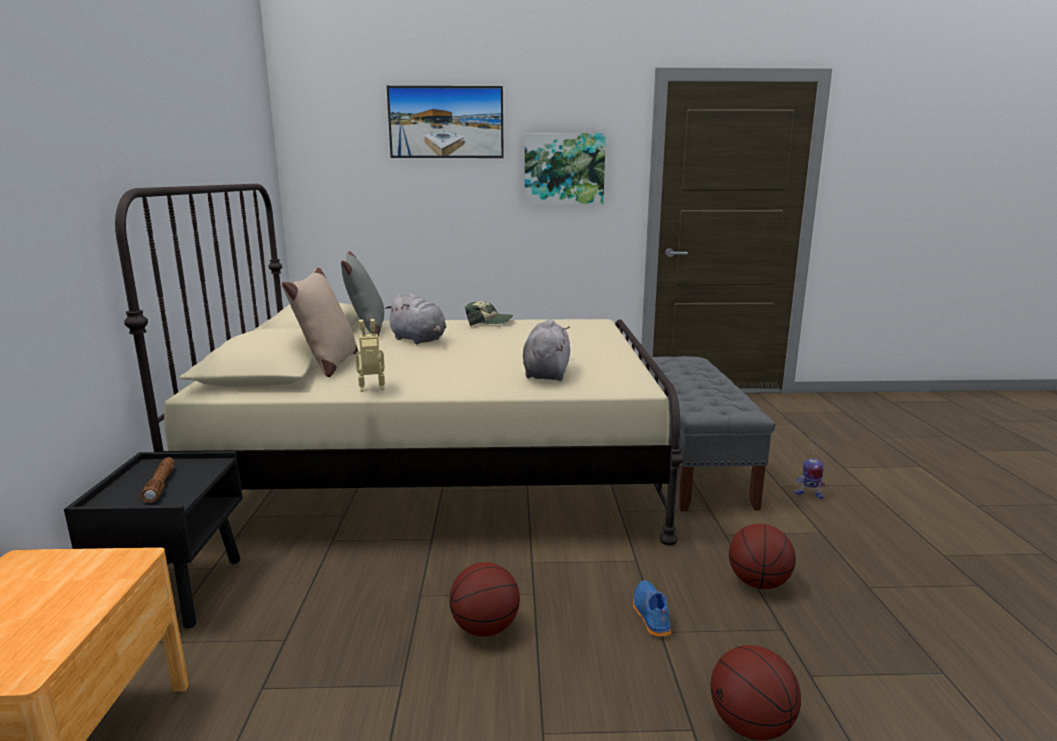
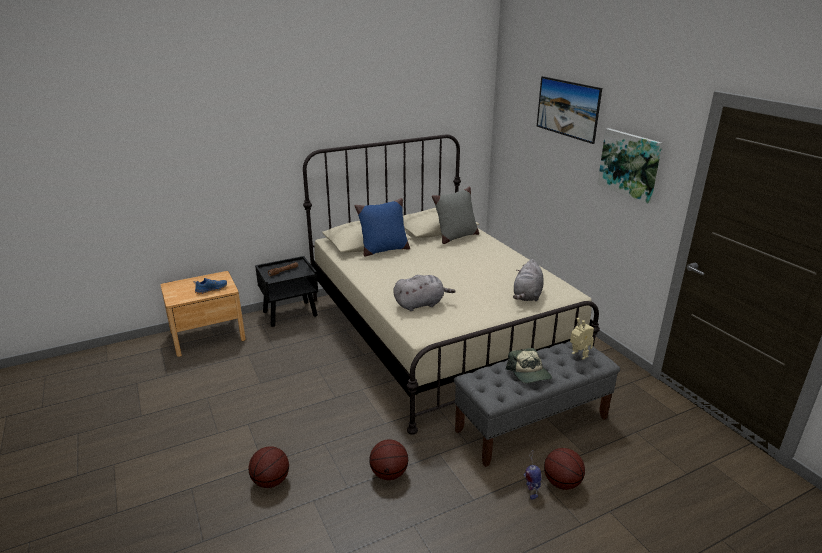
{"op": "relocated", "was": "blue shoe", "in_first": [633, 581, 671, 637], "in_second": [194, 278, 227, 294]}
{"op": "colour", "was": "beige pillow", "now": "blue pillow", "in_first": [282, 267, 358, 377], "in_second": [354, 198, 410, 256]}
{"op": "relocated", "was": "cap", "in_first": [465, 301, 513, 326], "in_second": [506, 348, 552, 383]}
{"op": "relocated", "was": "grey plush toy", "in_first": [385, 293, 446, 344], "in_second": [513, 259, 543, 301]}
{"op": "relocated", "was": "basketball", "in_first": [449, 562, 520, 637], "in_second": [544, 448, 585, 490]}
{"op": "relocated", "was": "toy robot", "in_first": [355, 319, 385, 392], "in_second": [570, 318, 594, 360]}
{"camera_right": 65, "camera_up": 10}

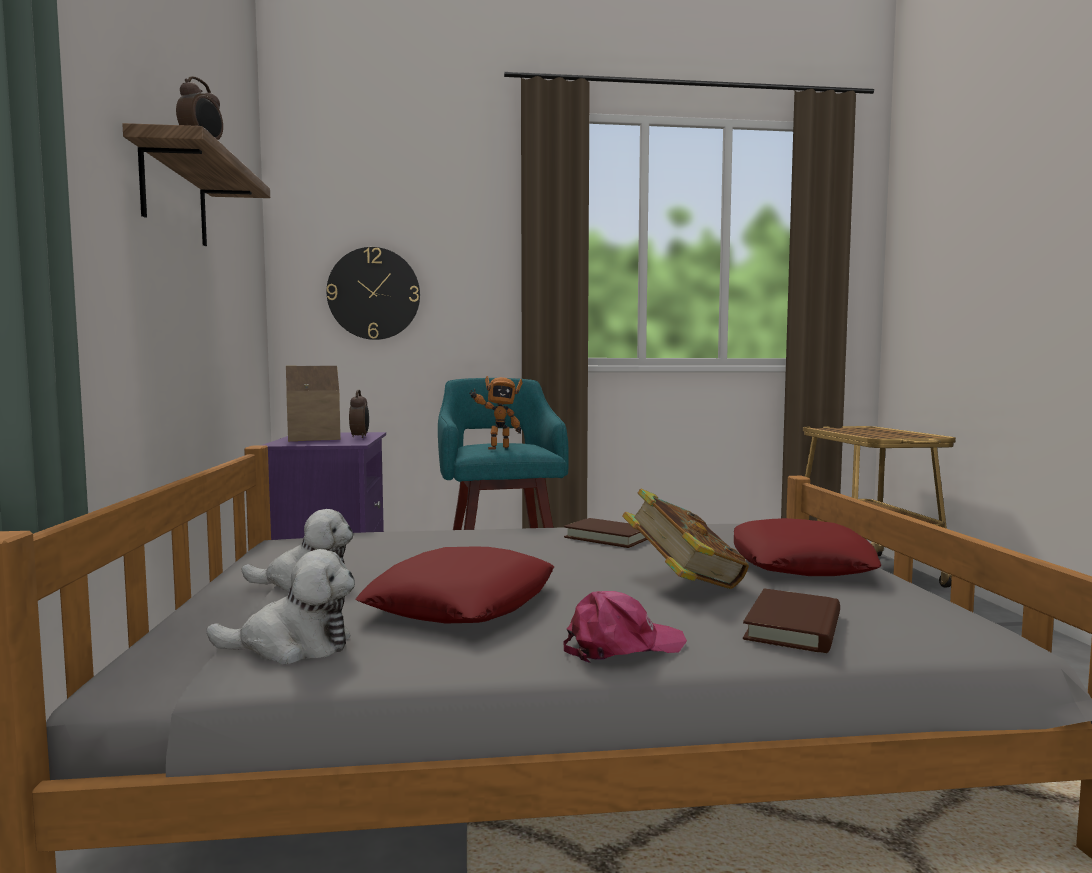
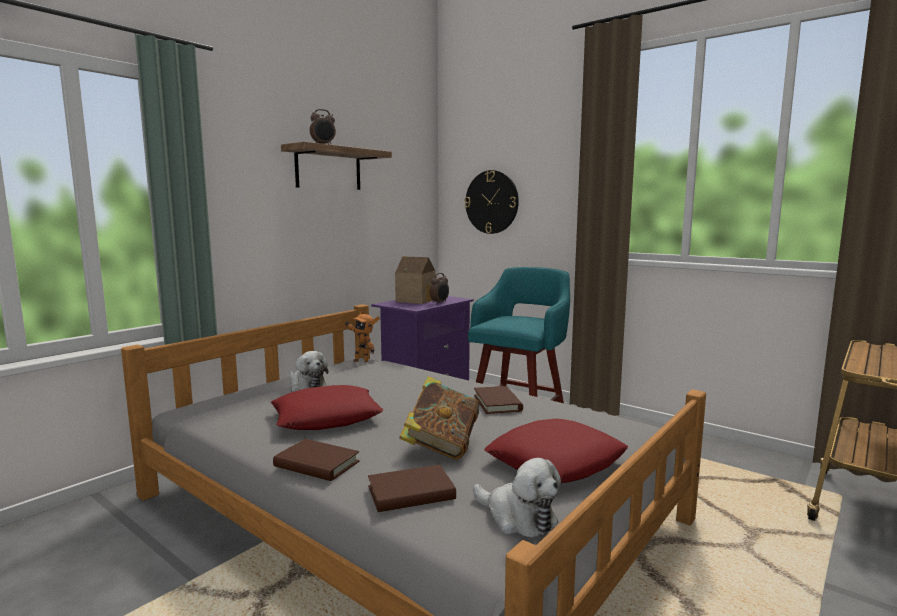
{"op": "exchanged", "was": "pink cap", "now": "brown book", "in_first": [564, 591, 687, 663], "in_second": [273, 439, 359, 481]}
{"op": "relocated", "was": "toy robot", "in_first": [469, 376, 522, 450], "in_second": [346, 311, 380, 362]}
{"op": "relocated", "was": "plush toy", "in_first": [206, 549, 355, 665], "in_second": [473, 458, 561, 538]}
{"camera_right": 45, "camera_up": 5}

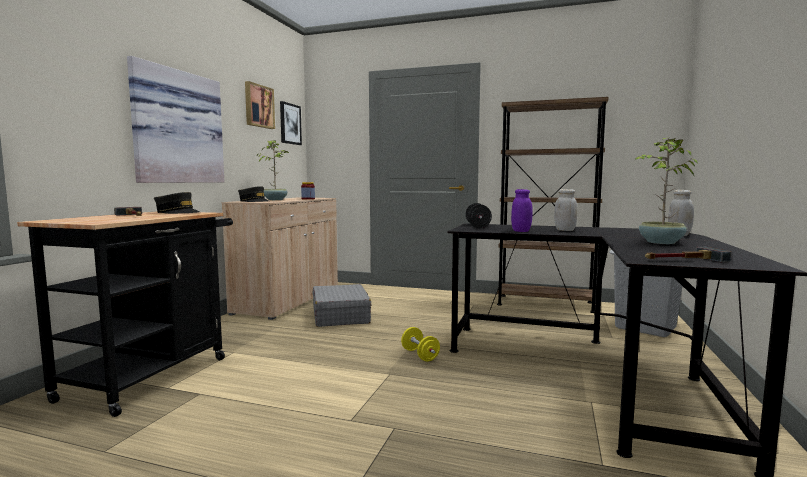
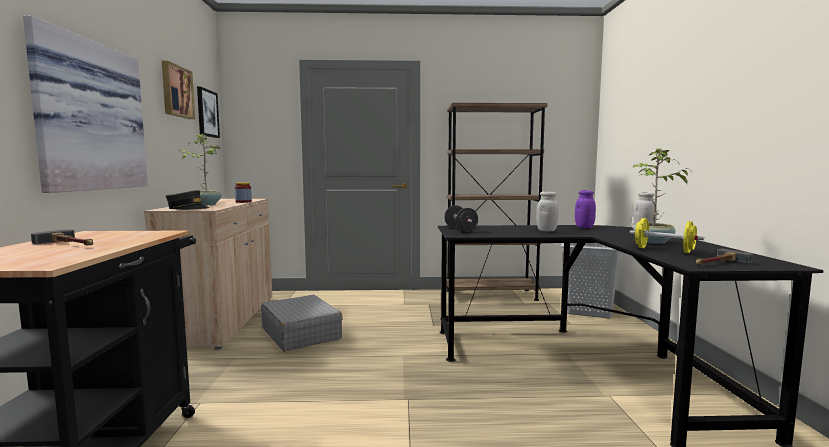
{"op": "relocated", "was": "purple jar", "in_first": [511, 189, 533, 232], "in_second": [575, 190, 596, 228]}
{"op": "relocated", "was": "yellow dumbbell", "in_first": [401, 327, 440, 362], "in_second": [629, 218, 704, 253]}
{"op": "missing", "was": "grey cap", "in_first": [154, 192, 200, 214]}
{"camera_right": -20, "camera_up": 0}

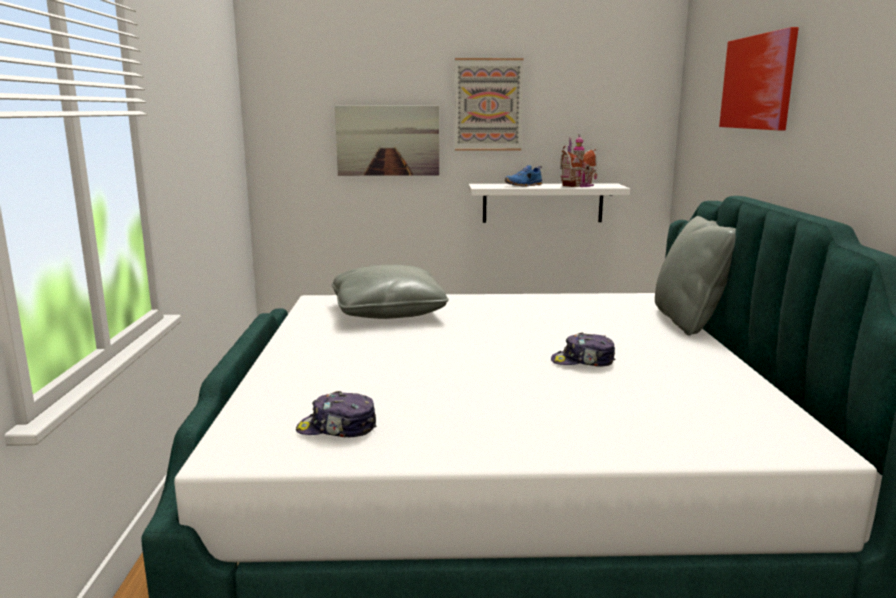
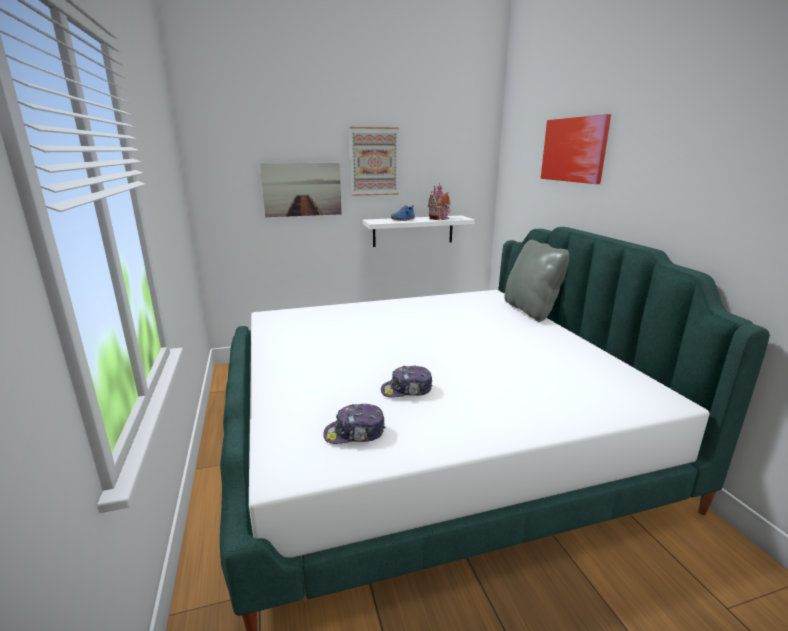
{"op": "relocated", "was": "cap", "in_first": [551, 332, 615, 367], "in_second": [381, 366, 433, 398]}
{"op": "missing", "was": "grey pillow", "in_first": [331, 264, 449, 319]}
{"camera_right": -15, "camera_up": 5}

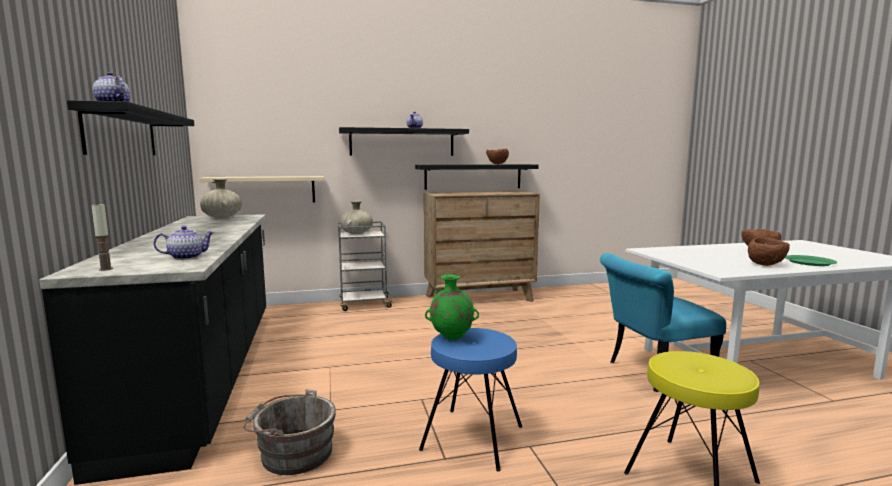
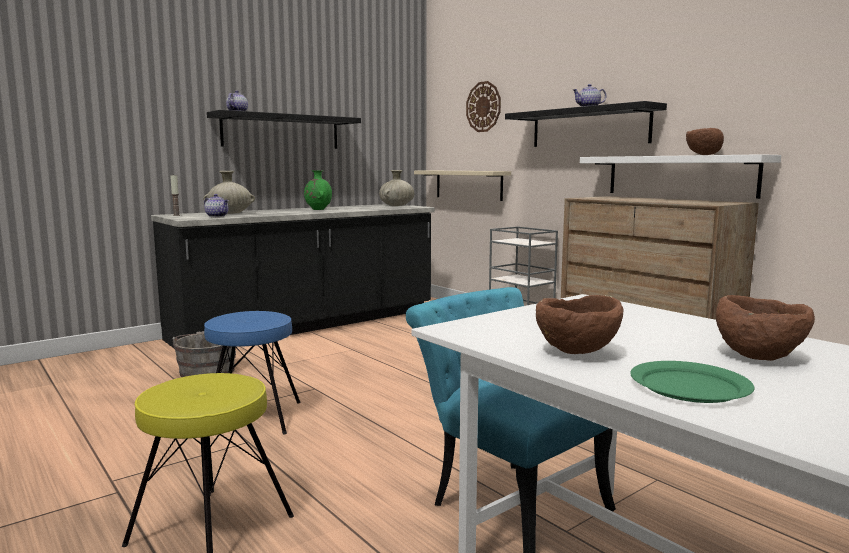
{"op": "relocated", "was": "beige vase", "in_first": [340, 201, 373, 234], "in_second": [203, 171, 255, 214]}
{"op": "relocated", "was": "green vase", "in_first": [425, 274, 479, 340], "in_second": [304, 170, 332, 210]}
{"op": "appeared", "now": "wall clock", "in_second": [466, 81, 501, 132]}
{"op": "colour", "was": "black shelf", "now": "white shelf", "in_first": [415, 164, 539, 190], "in_second": [580, 154, 781, 199]}
{"camera_right": 65, "camera_up": 0}

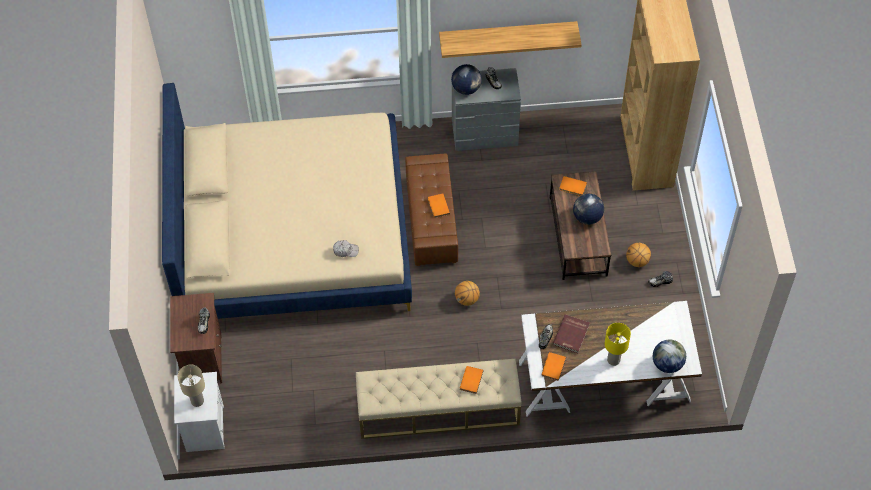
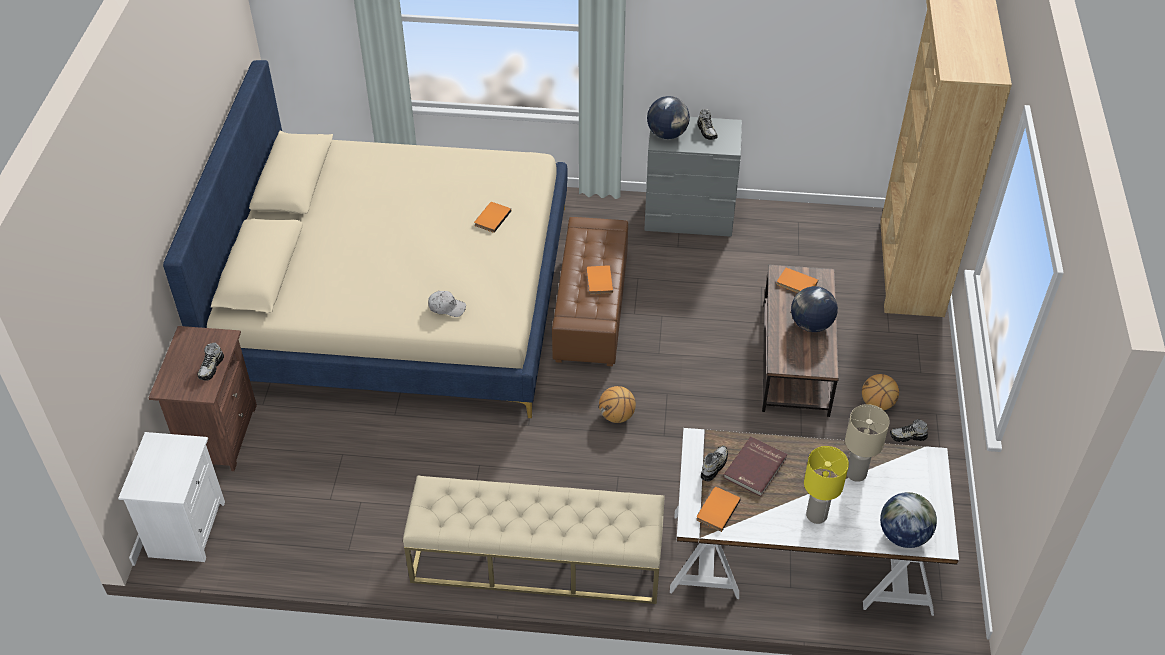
{"op": "relocated", "was": "orange book", "in_first": [460, 366, 484, 394], "in_second": [474, 202, 511, 233]}
{"op": "relocated", "was": "beige table lamp", "in_first": [178, 365, 205, 407], "in_second": [845, 404, 890, 482]}
{"op": "missing", "was": "shelf", "in_first": [439, 21, 582, 58]}
{"camera_right": 10, "camera_up": -10}

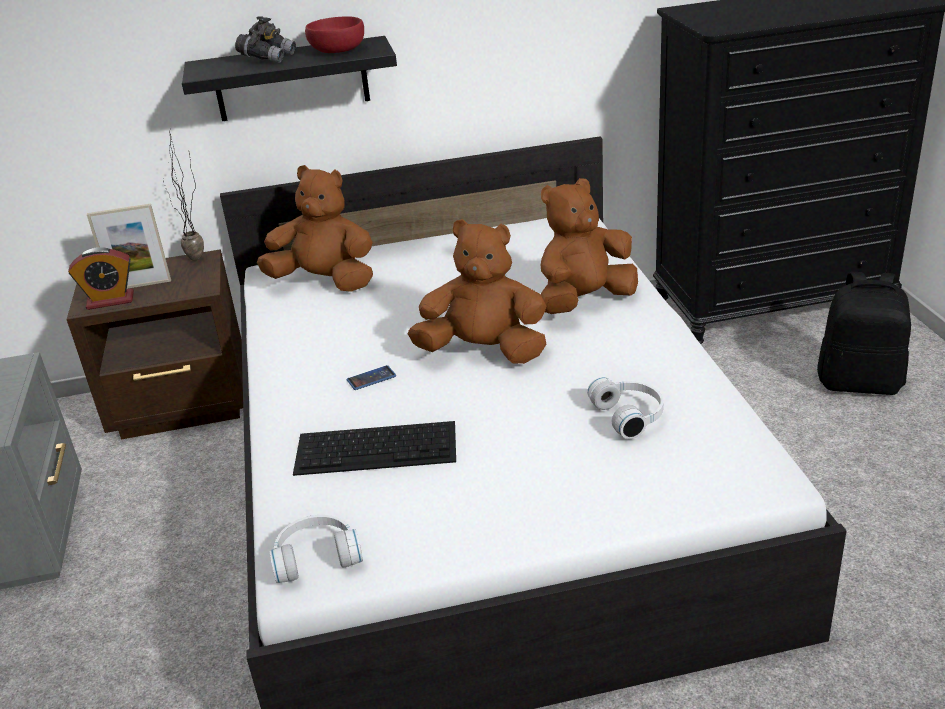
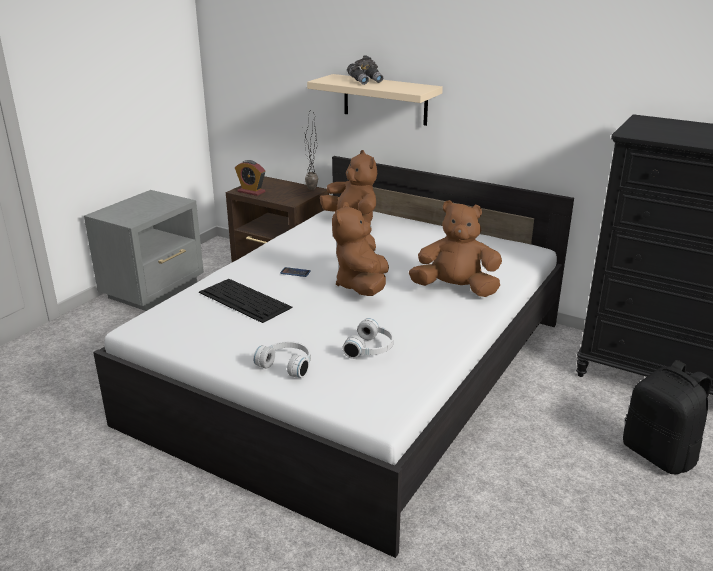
{"op": "relocated", "was": "white headphones", "in_first": [269, 515, 363, 583], "in_second": [253, 341, 311, 378]}
{"op": "colour", "was": "black shelf", "now": "beige shelf", "in_first": [182, 36, 397, 121], "in_second": [307, 74, 443, 126]}
{"op": "spun", "was": "brown plush toy", "in_first": [408, 219, 546, 364], "in_second": [332, 202, 389, 296], "clockwise": -135}
{"op": "missing", "was": "picture frame", "in_first": [87, 204, 171, 289]}
{"op": "missing", "was": "red bowl", "in_first": [305, 16, 364, 53]}
{"camera_right": 40, "camera_up": -5}

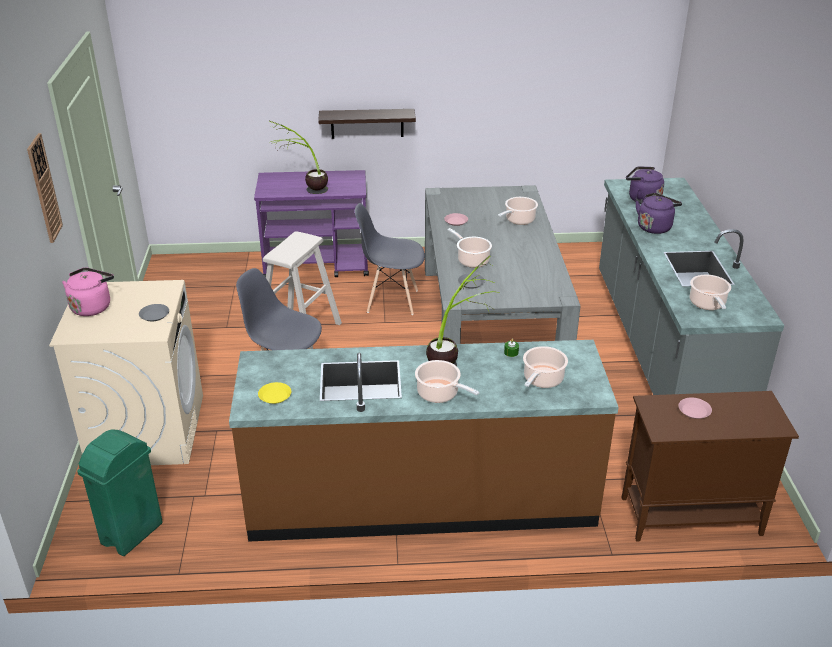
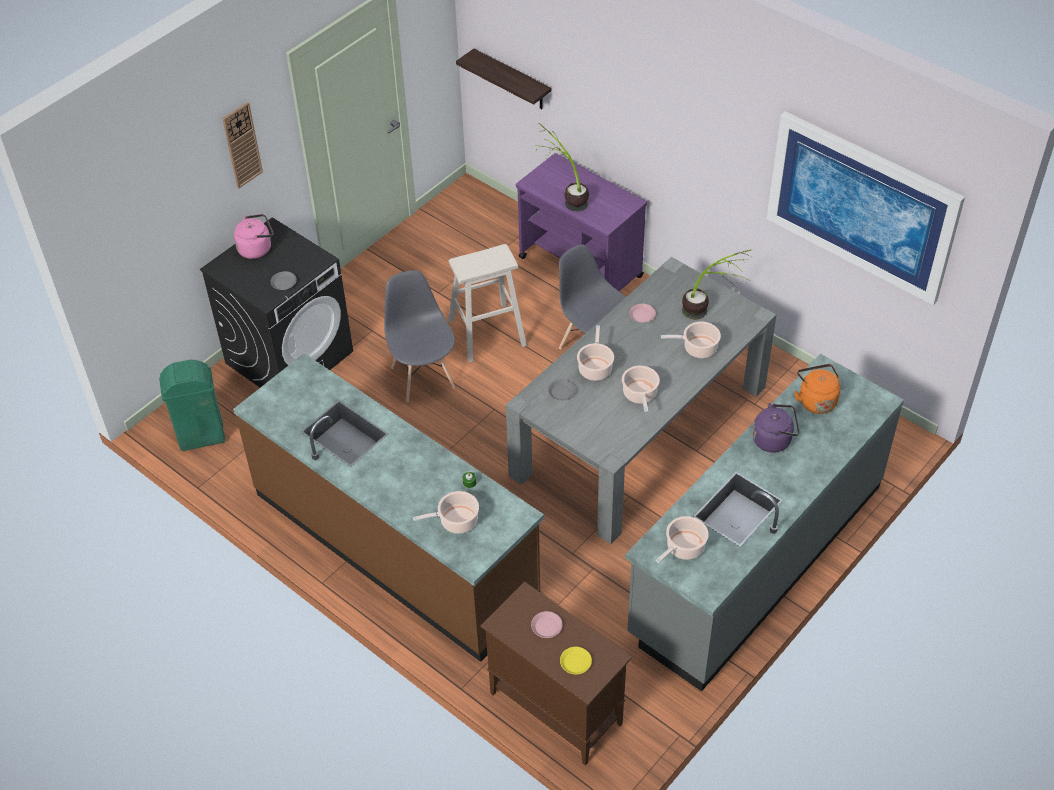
{"op": "colour", "was": "beige washing machine", "now": "black washing machine", "in_first": [49, 280, 203, 465], "in_second": [200, 217, 353, 387]}
{"op": "relocated", "was": "shelf", "in_first": [318, 109, 416, 139], "in_second": [456, 49, 551, 109]}
{"op": "relocated", "was": "yellow plate", "in_first": [258, 382, 291, 404], "in_second": [560, 647, 592, 674]}
{"op": "relocated", "was": "cooking pot", "in_first": [415, 360, 479, 403], "in_second": [622, 366, 660, 412]}
{"op": "relocated", "was": "potted plant", "in_first": [426, 255, 500, 366], "in_second": [682, 250, 752, 320]}
{"op": "appeared", "now": "picture", "in_second": [767, 111, 965, 305]}
{"op": "colour", "was": "purple kettle", "now": "orange kettle", "in_first": [626, 166, 664, 204], "in_second": [794, 364, 840, 414]}
{"camera_right": 45, "camera_up": 15}

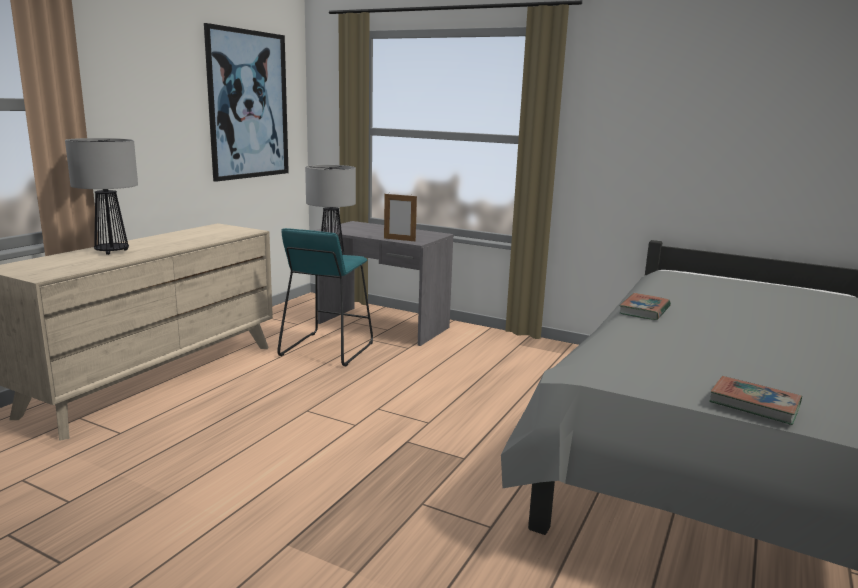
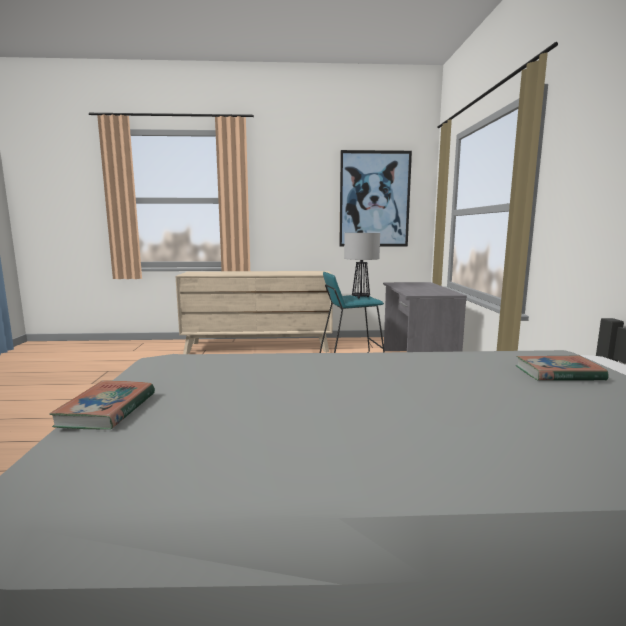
{"op": "relocated", "was": "book", "in_first": [619, 293, 671, 320], "in_second": [516, 355, 609, 381]}
{"op": "missing", "was": "table lamp", "in_first": [65, 138, 138, 255]}
{"op": "missing", "was": "picture frame", "in_first": [384, 194, 417, 242]}
{"camera_right": 60, "camera_up": -5}

